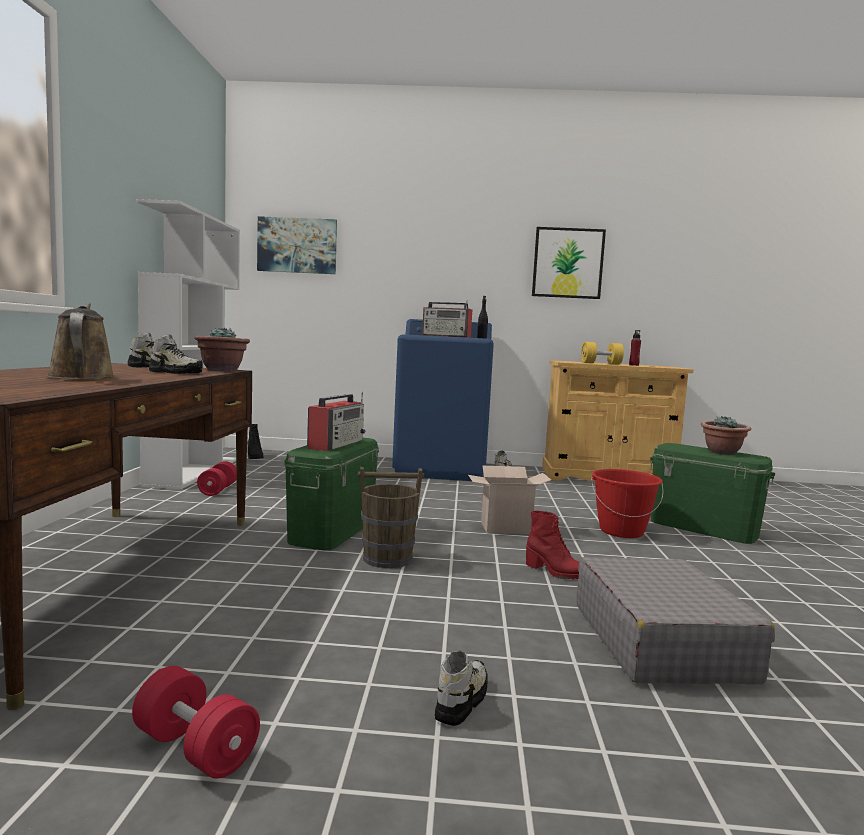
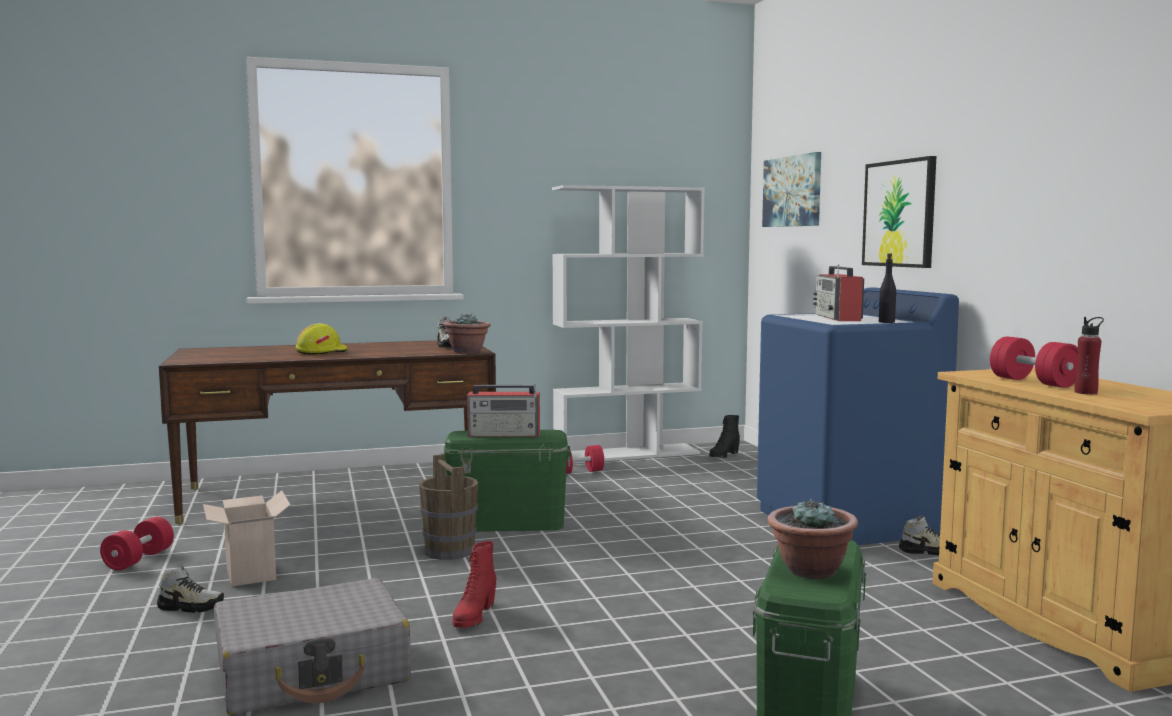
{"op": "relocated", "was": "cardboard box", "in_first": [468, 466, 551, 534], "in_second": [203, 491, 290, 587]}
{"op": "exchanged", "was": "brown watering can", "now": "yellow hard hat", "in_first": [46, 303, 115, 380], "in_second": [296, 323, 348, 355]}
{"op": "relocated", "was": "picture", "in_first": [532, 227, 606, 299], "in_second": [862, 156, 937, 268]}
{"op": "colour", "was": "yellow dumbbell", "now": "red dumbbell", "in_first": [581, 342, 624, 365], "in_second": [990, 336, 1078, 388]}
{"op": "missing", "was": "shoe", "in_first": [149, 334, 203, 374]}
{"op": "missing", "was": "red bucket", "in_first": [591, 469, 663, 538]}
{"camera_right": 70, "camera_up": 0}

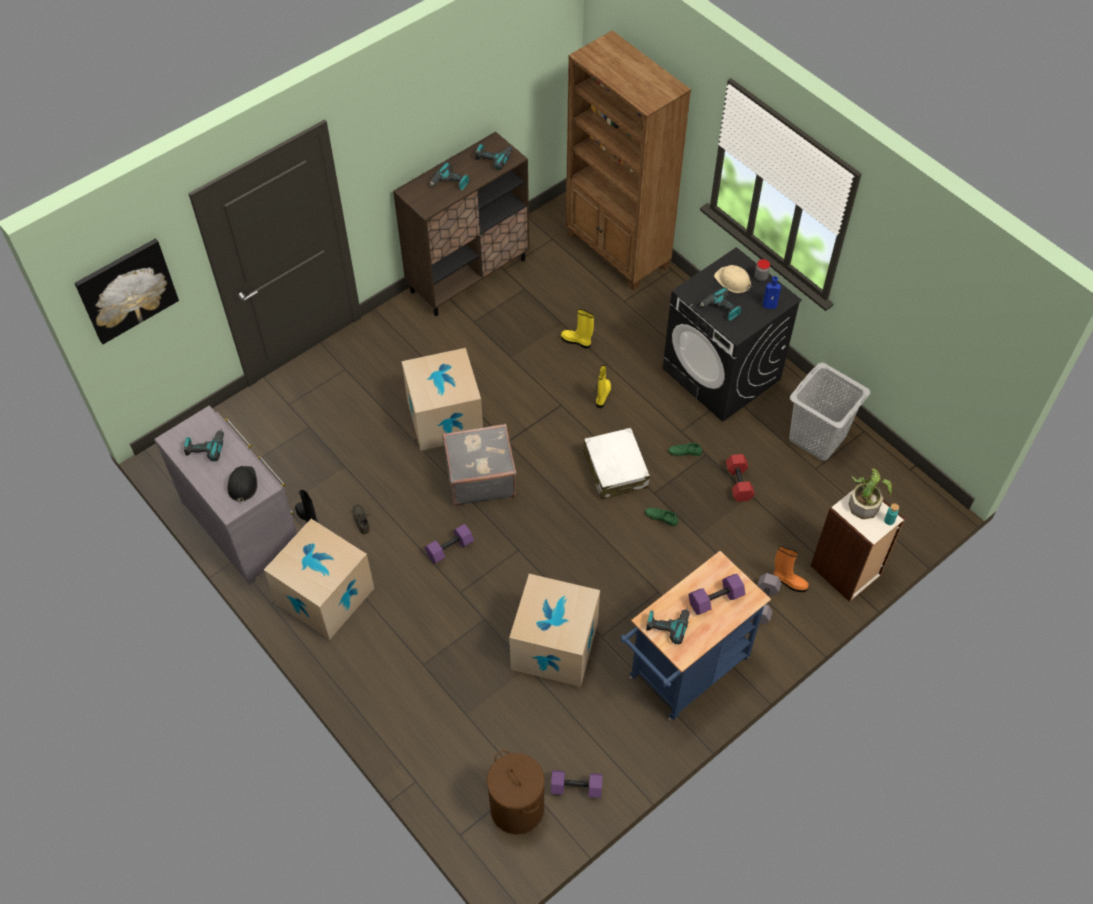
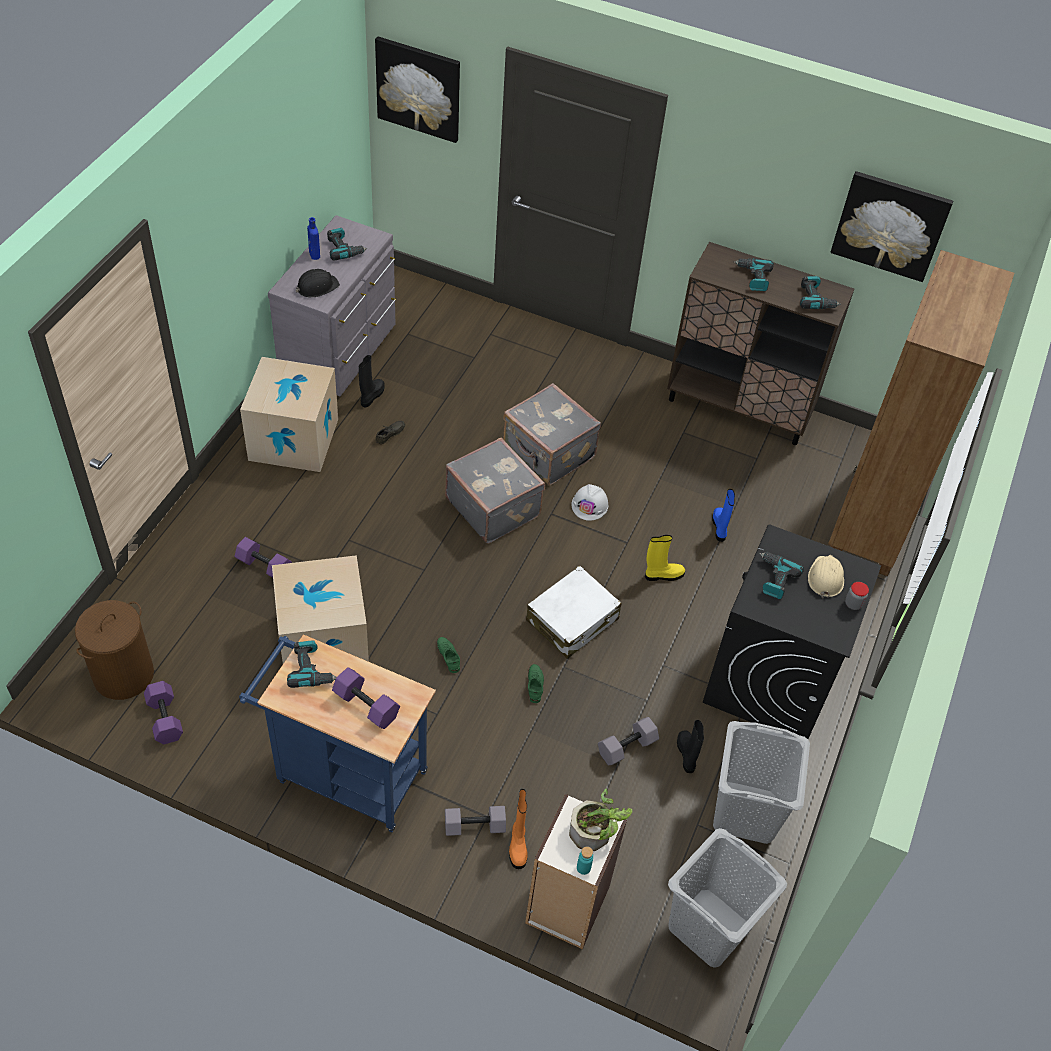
{"op": "relocated", "was": "purple dumbbell", "in_first": [425, 524, 474, 564], "in_second": [235, 537, 292, 578]}
{"op": "relocated", "was": "blue bottle", "in_first": [763, 276, 781, 309], "in_second": [307, 217, 320, 260]}
{"op": "relocated", "was": "green shoe", "in_first": [668, 442, 702, 456], "in_second": [437, 637, 460, 673]}
{"op": "exchanged", "was": "cardboard box", "now": "grey suitcase", "in_first": [402, 348, 483, 451], "in_second": [503, 383, 601, 485]}
{"op": "appeared", "now": "white hard hat", "in_second": [571, 484, 608, 521]}
{"op": "colour", "was": "red dumbbell", "now": "grey dumbbell", "in_first": [726, 454, 755, 502], "in_second": [598, 717, 659, 765]}
{"op": "appeared", "now": "grey laundry basket", "in_second": [668, 828, 787, 968]}
{"op": "appeared", "now": "black boot", "in_second": [677, 720, 704, 773]}
{"op": "colour", "was": "yellow boot", "now": "blue boot", "in_first": [561, 309, 594, 349], "in_second": [712, 489, 735, 542]}
{"op": "appeared", "now": "picture", "in_second": [830, 171, 953, 282]}
{"camera_right": 60, "camera_up": -5}

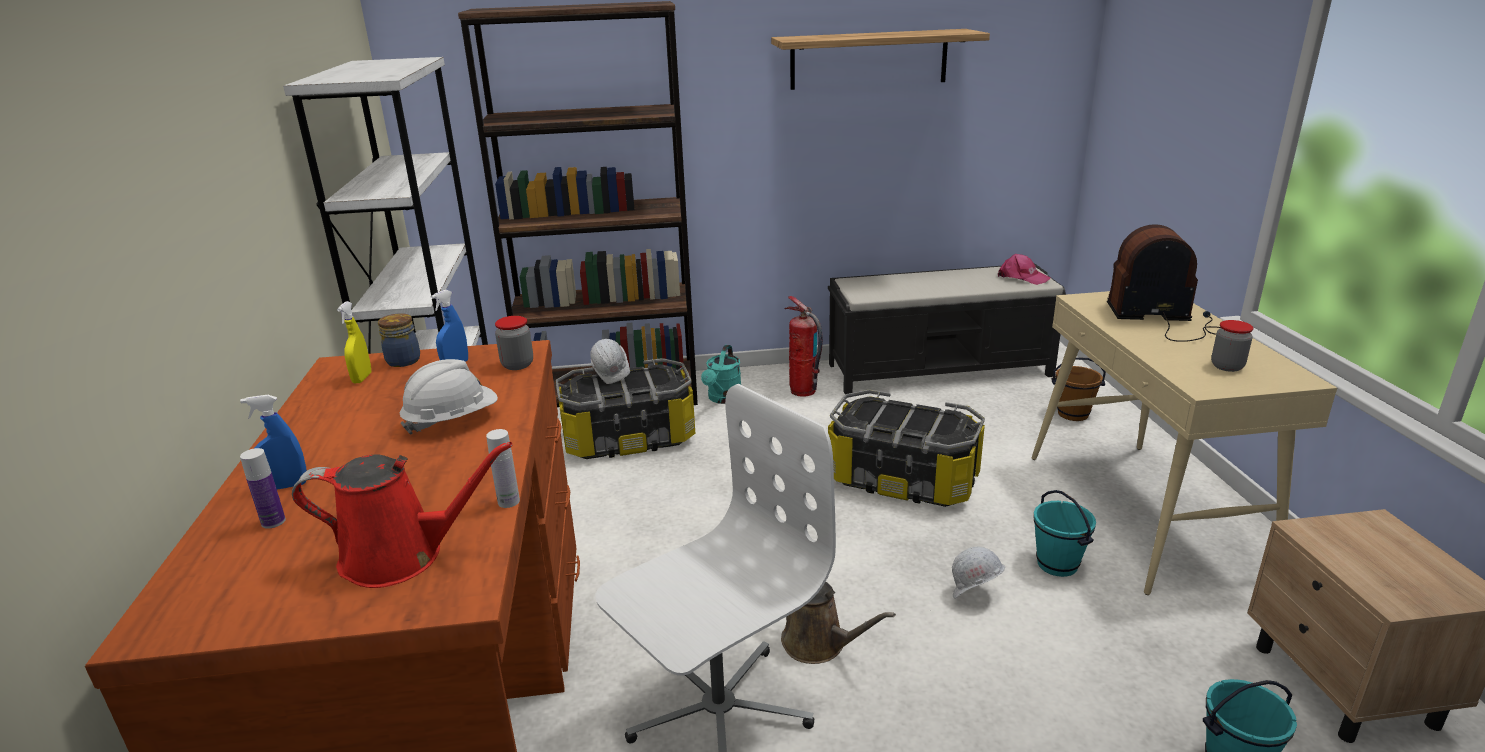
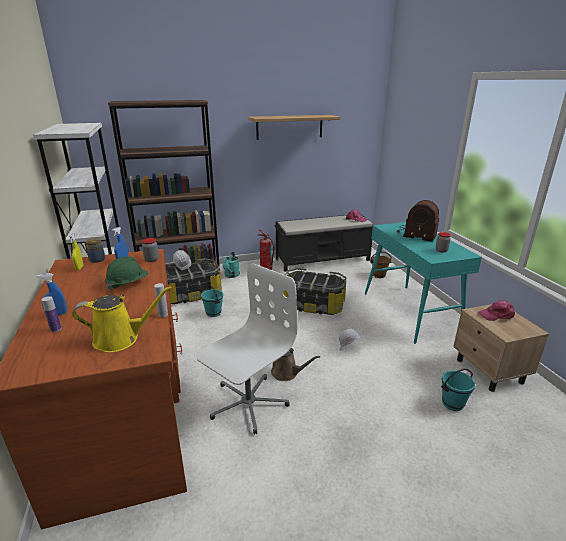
{"op": "colour", "was": "red watering can", "now": "yellow watering can", "in_first": [292, 442, 513, 588], "in_second": [72, 286, 172, 353]}
{"op": "colour", "was": "white hard hat", "now": "green hard hat", "in_first": [399, 359, 498, 435], "in_second": [105, 256, 148, 290]}
{"op": "relocated", "was": "turquoise bucket", "in_first": [1033, 490, 1096, 577], "in_second": [201, 285, 223, 317]}
{"op": "colour", "was": "beige console table", "now": "turquoise console table", "in_first": [1032, 291, 1337, 595], "in_second": [365, 222, 482, 344]}
{"op": "spun", "was": "radio", "in_first": [1107, 224, 1221, 342], "in_second": [397, 200, 439, 242], "clockwise": -150}
{"op": "appeared", "now": "pink cap", "in_second": [478, 301, 515, 321]}
{"camera_right": -10, "camera_up": 0}

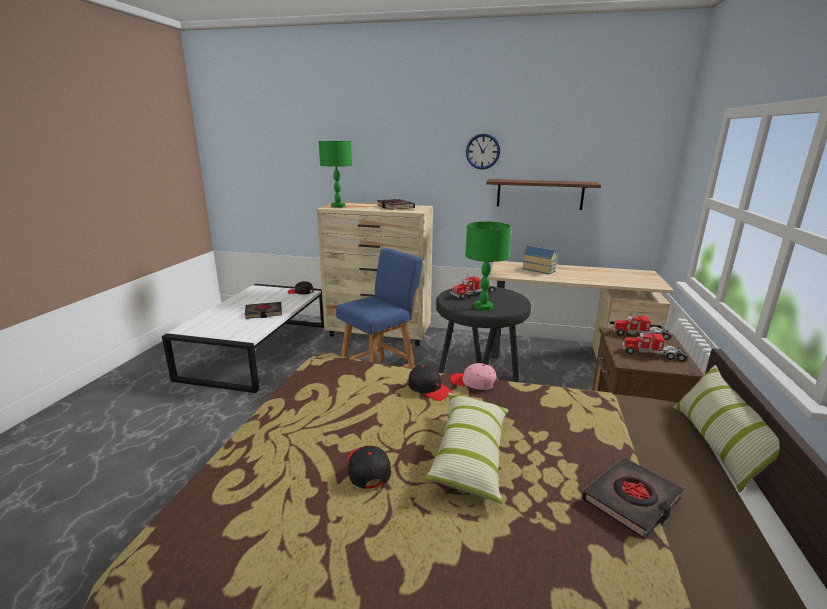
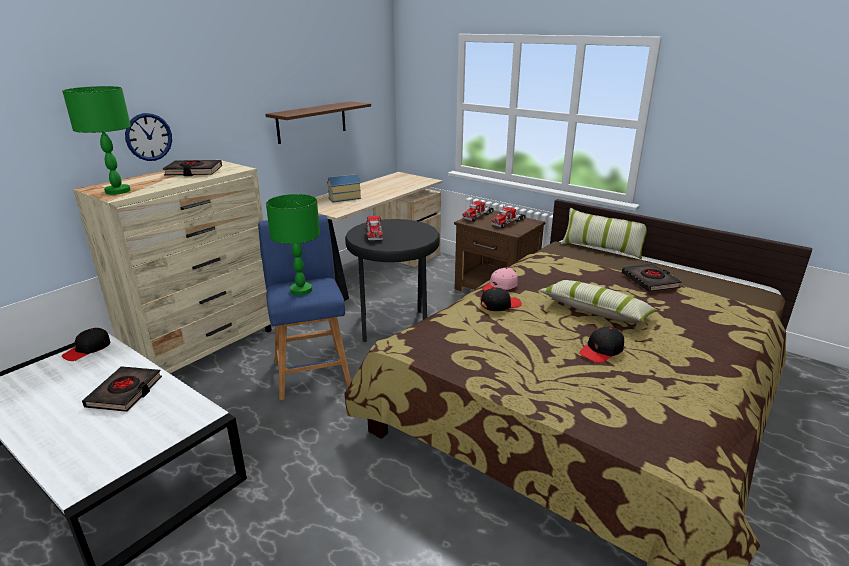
{"op": "relocated", "was": "wall clock", "in_first": [466, 134, 500, 169], "in_second": [125, 113, 172, 161]}
{"op": "relocated", "was": "green table lamp", "in_first": [465, 221, 511, 311], "in_second": [266, 194, 320, 295]}
{"op": "spun", "was": "black cap", "in_first": [347, 446, 391, 489], "in_second": [579, 327, 624, 363], "clockwise": -45}
{"camera_right": -65, "camera_up": 5}

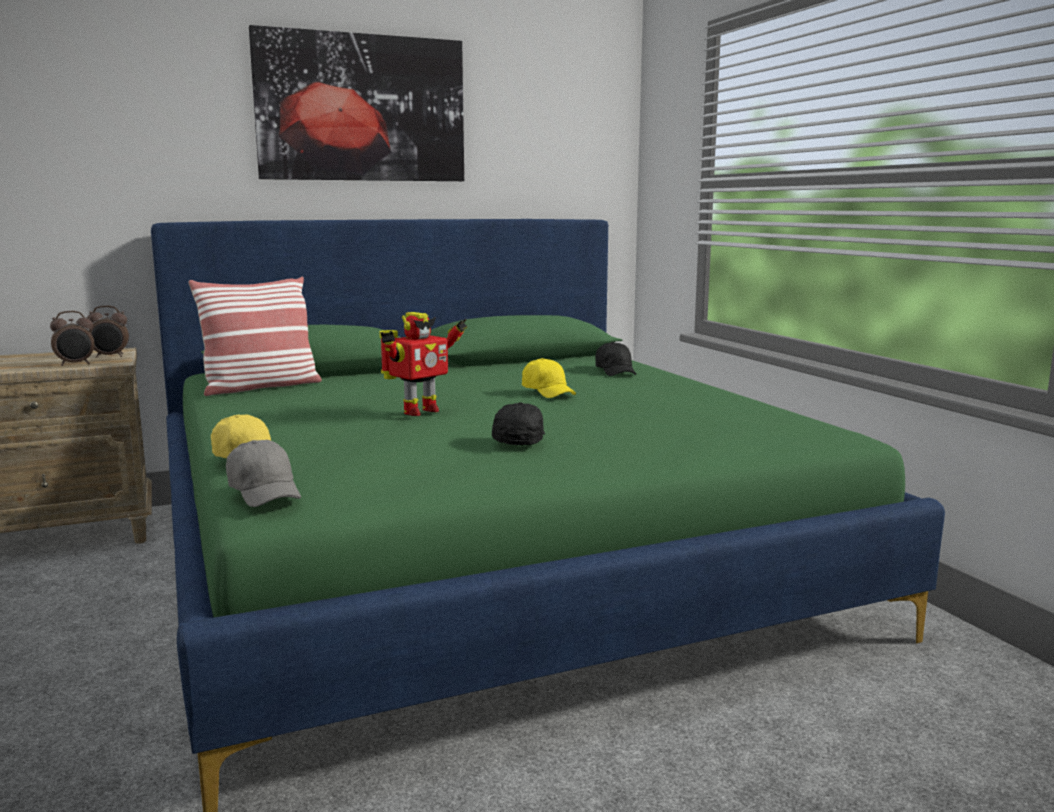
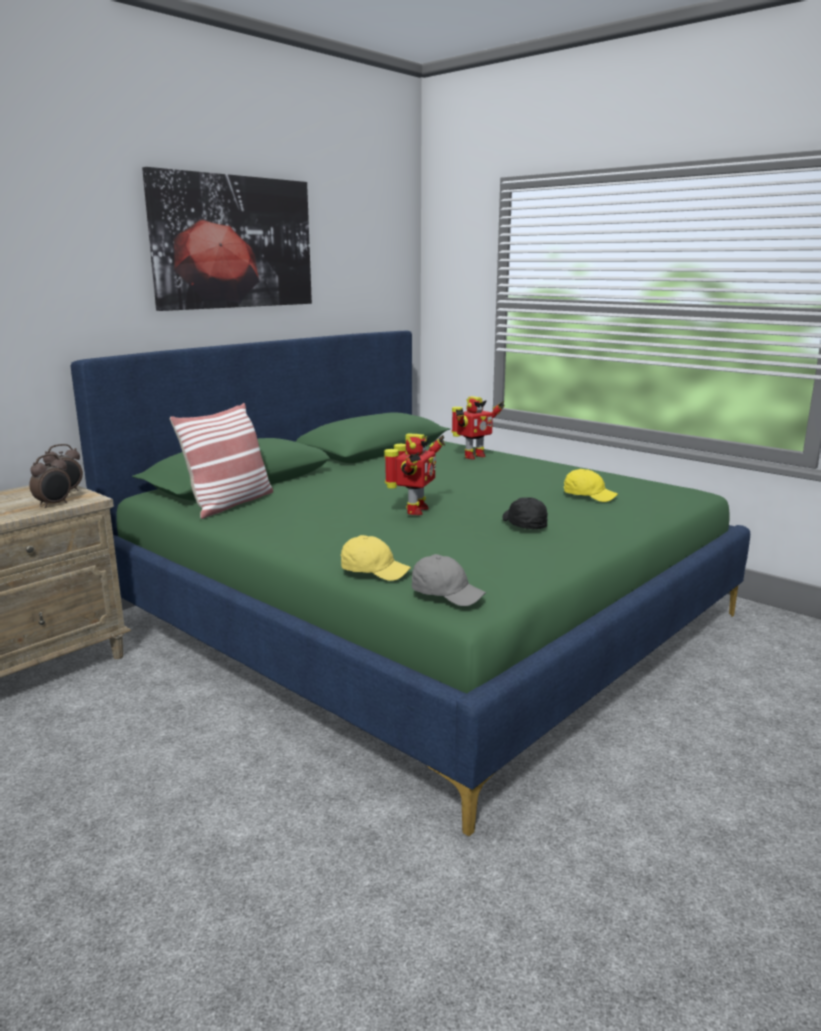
{"op": "exchanged", "was": "black cap", "now": "toy robot", "in_first": [595, 342, 636, 376], "in_second": [452, 396, 505, 459]}
{"op": "relocated", "was": "yellow cap", "in_first": [522, 358, 576, 398], "in_second": [564, 469, 618, 502]}
{"camera_right": -25, "camera_up": 5}

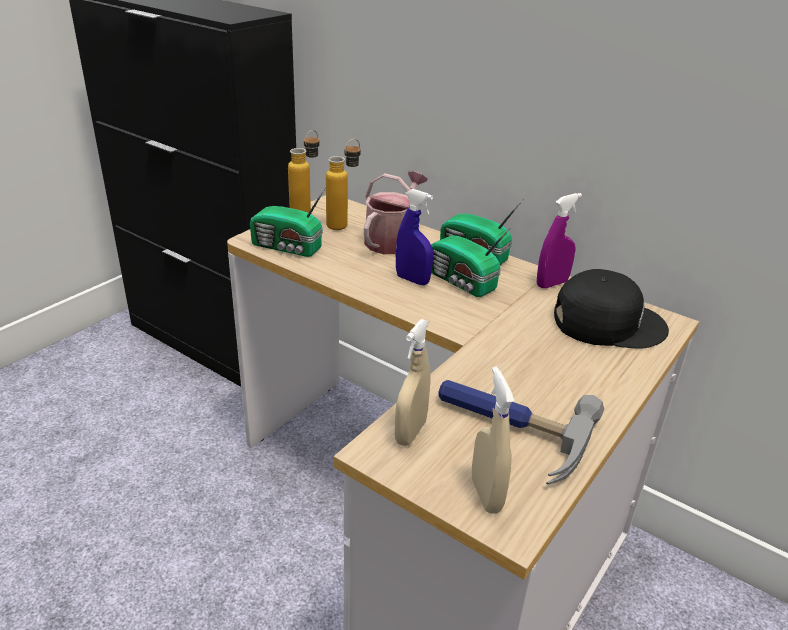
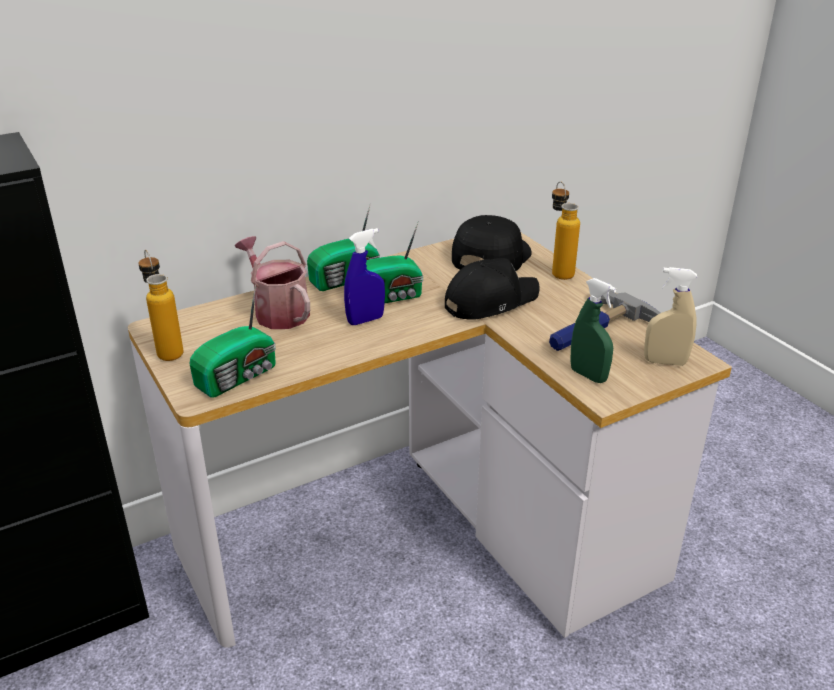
{"op": "appeared", "now": "black cap", "in_second": [445, 258, 539, 320]}
{"op": "relocated", "was": "bottle", "in_first": [326, 139, 361, 230], "in_second": [552, 181, 580, 280]}
{"op": "colour", "was": "beige spray bottle", "now": "green spray bottle", "in_first": [395, 319, 431, 446], "in_second": [570, 278, 617, 383]}
{"op": "missing", "was": "purple spray bottle", "in_first": [537, 193, 582, 288]}
{"camera_right": -65, "camera_up": 0}

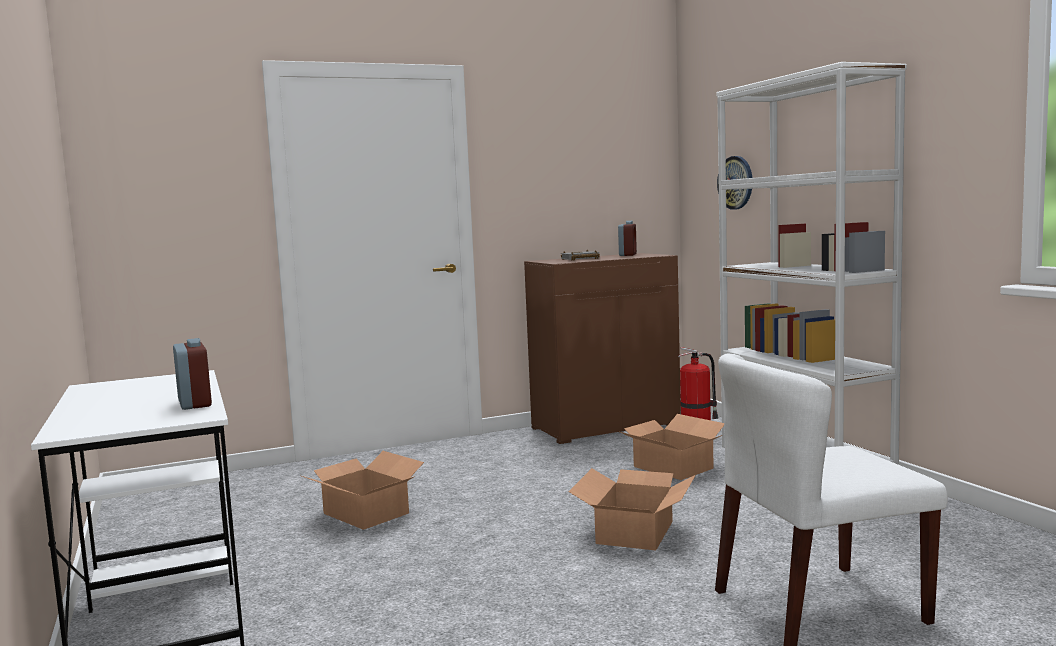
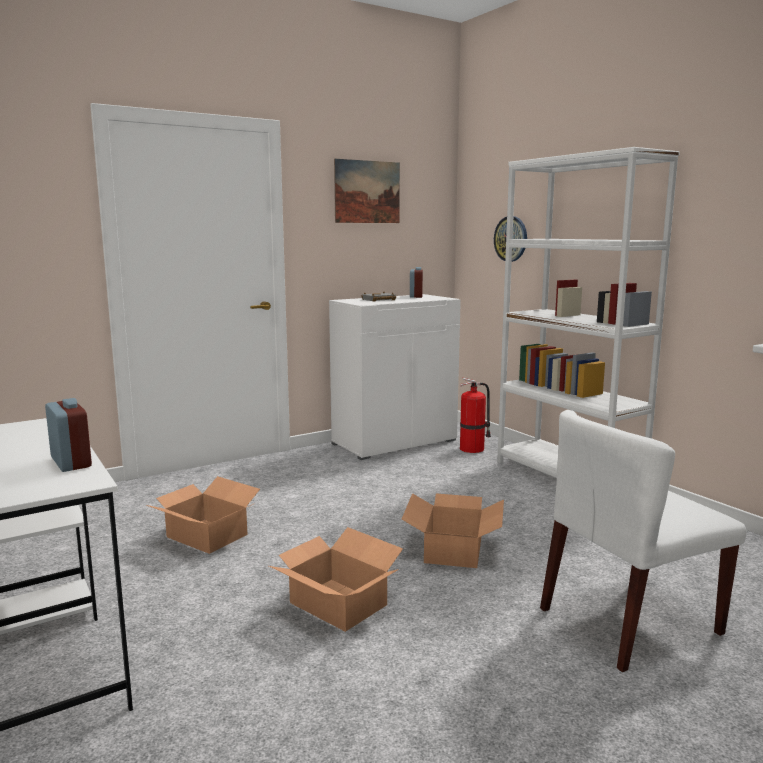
{"op": "relocated", "was": "cardboard box", "in_first": [618, 414, 724, 480], "in_second": [269, 527, 403, 632]}
{"op": "colour", "was": "brown cabinet", "now": "white cabinet", "in_first": [524, 253, 681, 444], "in_second": [329, 294, 461, 460]}
{"op": "appeared", "now": "picture", "in_second": [334, 159, 400, 223]}
{"camera_right": -10, "camera_up": 5}

